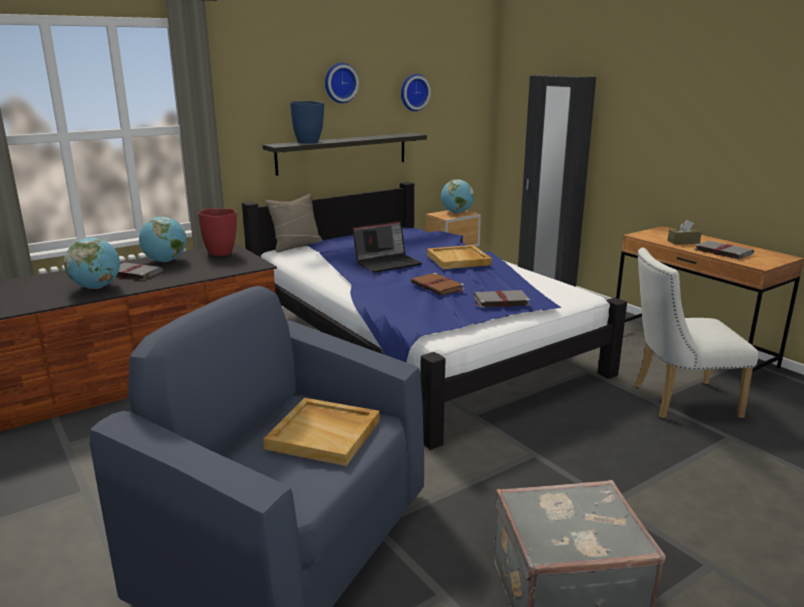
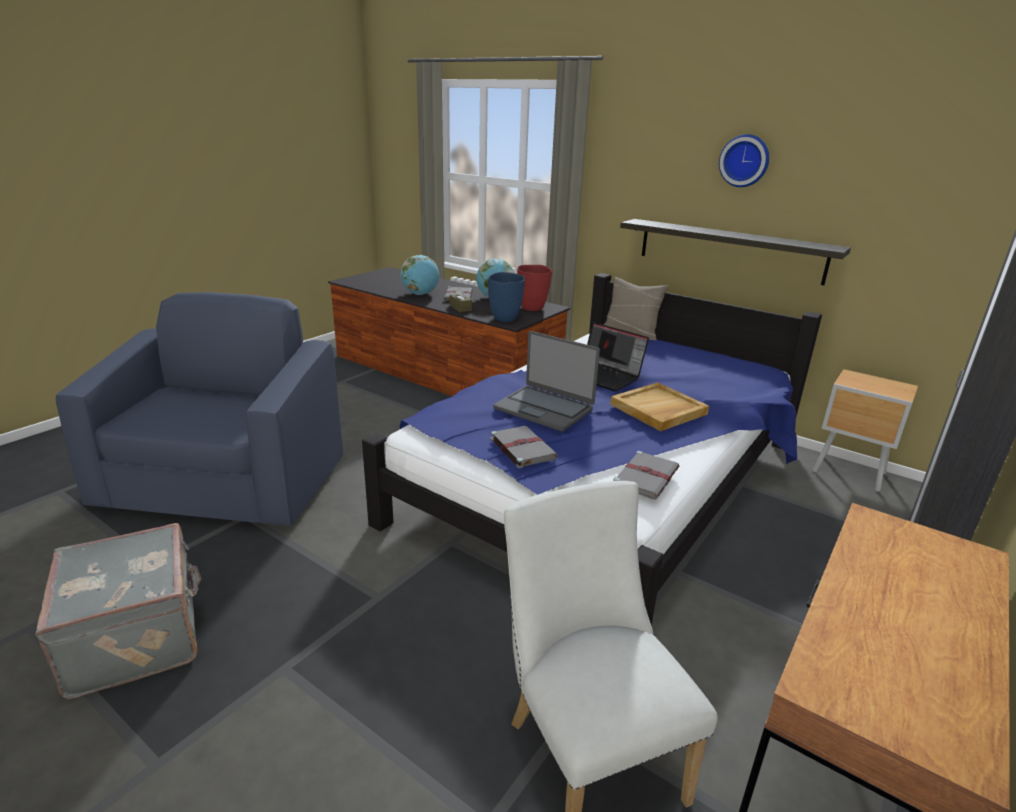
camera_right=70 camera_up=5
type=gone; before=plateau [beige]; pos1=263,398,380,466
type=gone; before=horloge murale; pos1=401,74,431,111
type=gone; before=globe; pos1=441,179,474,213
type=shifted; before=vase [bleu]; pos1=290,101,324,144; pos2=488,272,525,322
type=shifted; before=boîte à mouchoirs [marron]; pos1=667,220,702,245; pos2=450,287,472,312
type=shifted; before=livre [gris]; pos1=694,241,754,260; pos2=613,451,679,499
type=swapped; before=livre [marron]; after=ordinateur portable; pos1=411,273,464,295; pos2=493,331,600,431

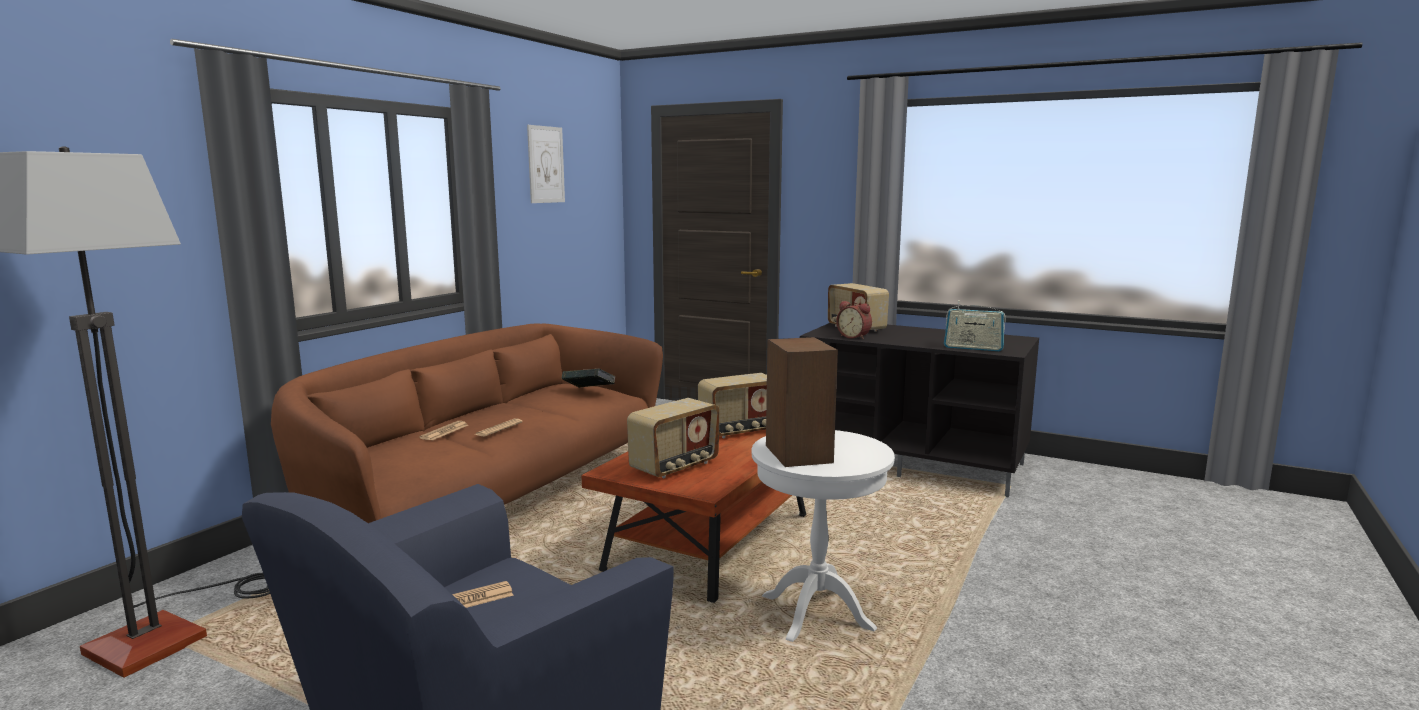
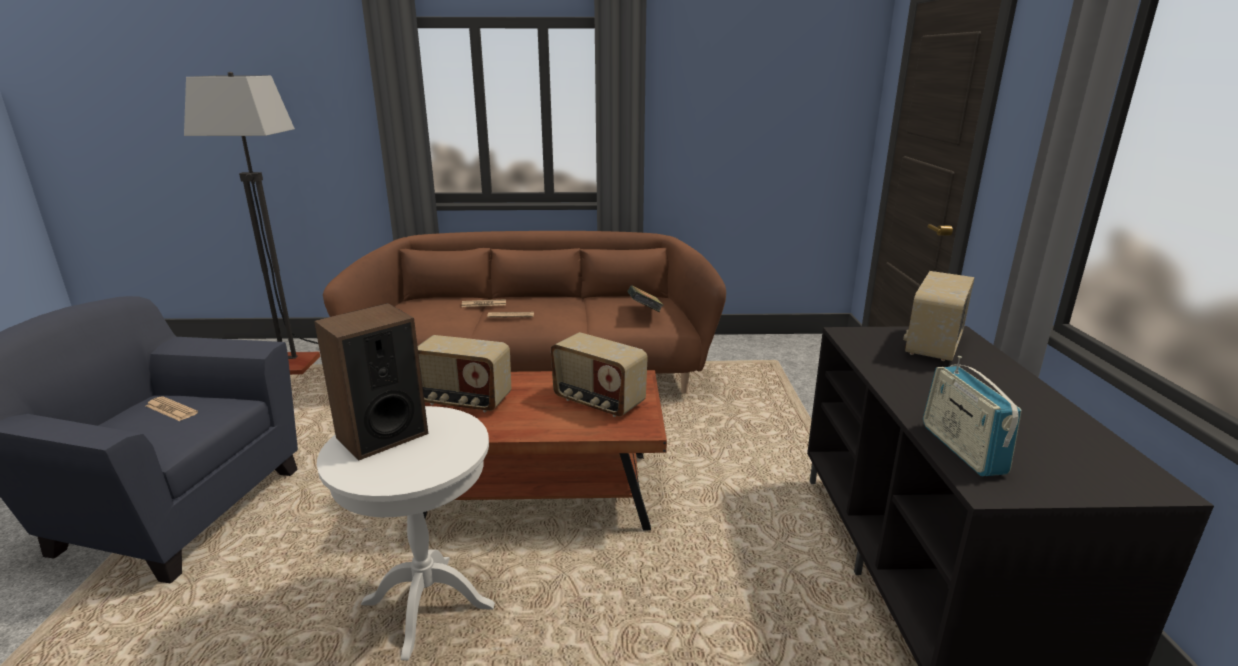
camera_right=60 camera_up=10
type=gone; before=tableau; pos1=527,125,565,203
type=gone; before=réveil; pos1=836,301,872,340

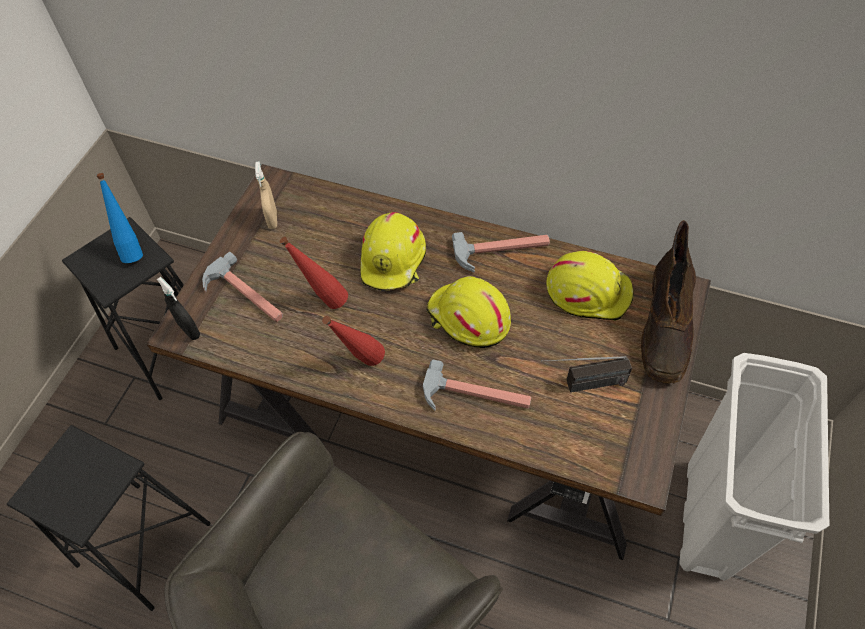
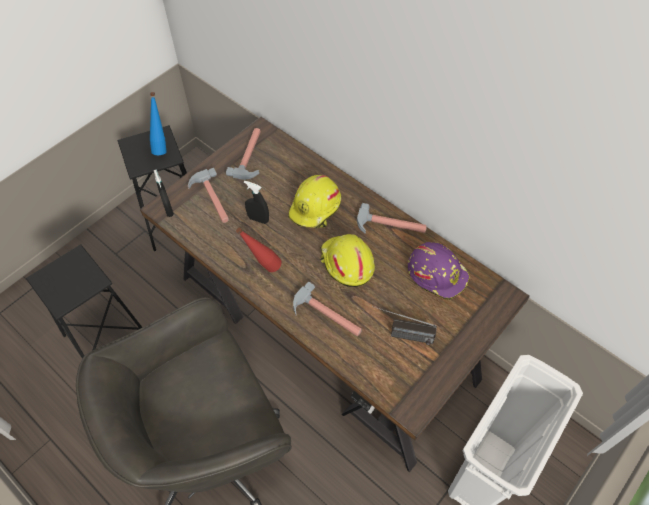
camera_right=20 camera_up=0
type=gone; before=botte [marron]; pos1=641,220,696,384
type=swapped; before=vaporisateur [beige]; after=marteau; pos1=255,161,277,229; pos2=226,128,261,180
type=swapped; before=bouteille [rouge]; after=vaporisateur [noir]; pos1=280,237,348,309; pos2=244,181,269,224
type=repainted; before=casque de chantier [jaune]; after=casque de chantier [violet]; pos1=546,251,634,321; pos2=408,242,470,300

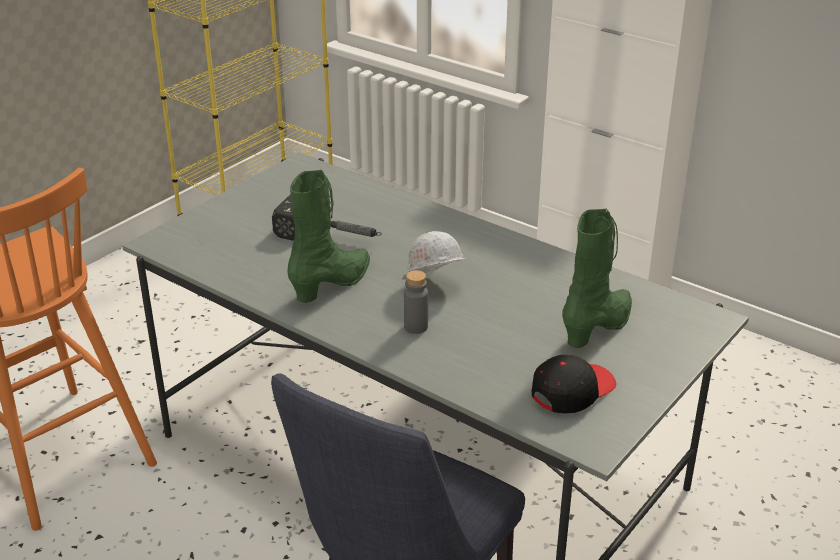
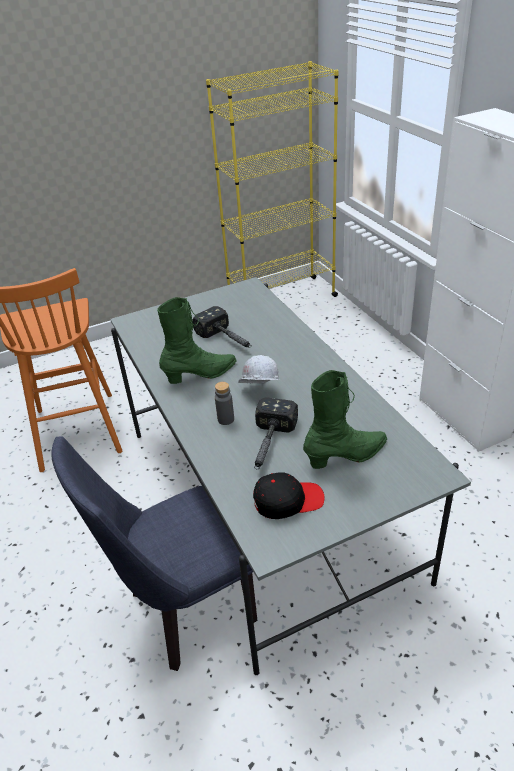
camera_right=30 camera_up=5
type=new; after=marteau; pos2=254,397,298,469

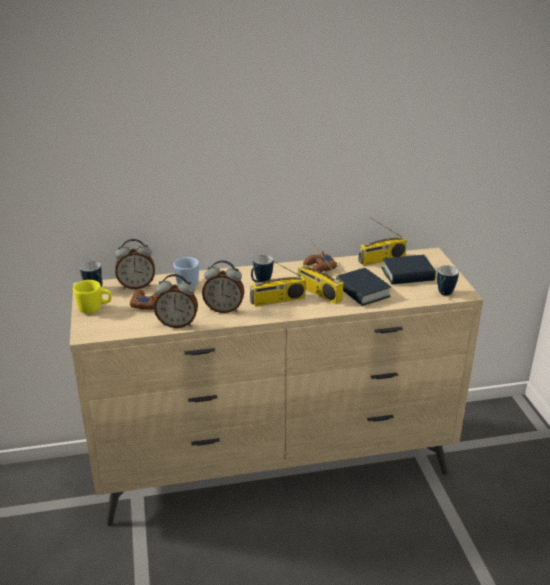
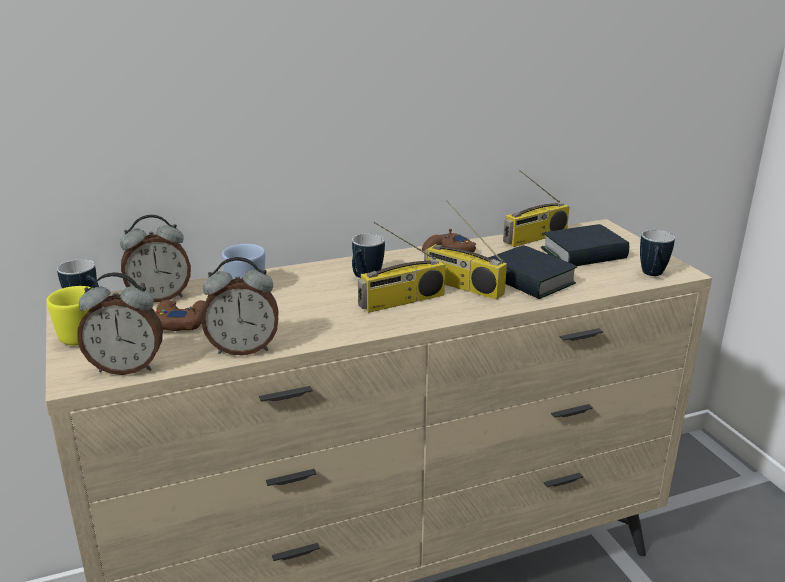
camera_right=-10 camera_up=-5
type=shifted; before=réveil; pos1=202,260,245,313; pos2=77,272,163,375

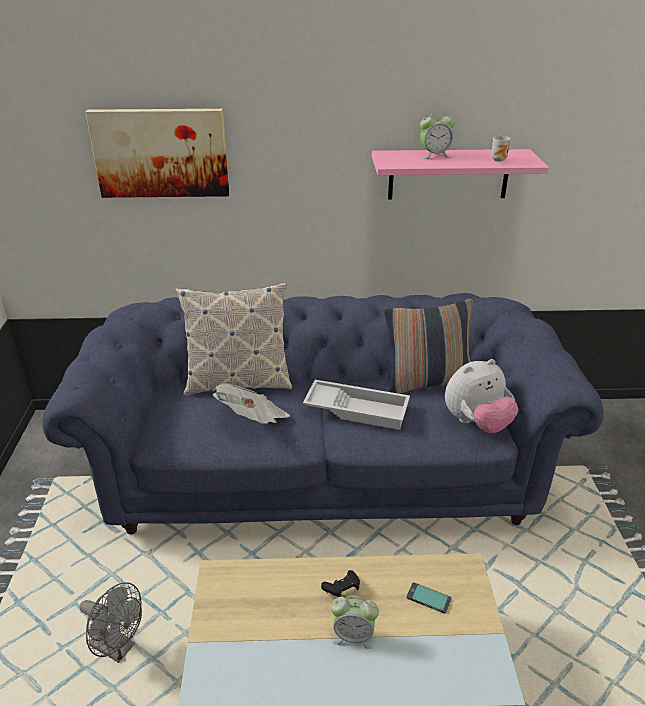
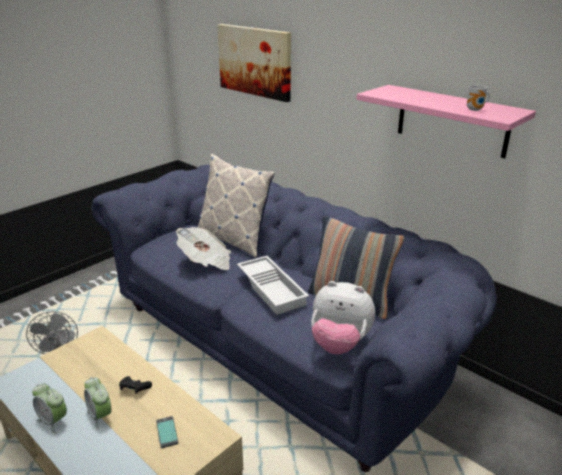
camera_right=45 camera_up=-5
type=shifted; before=réveil; pos1=420,110,455,159; pos2=32,383,67,434

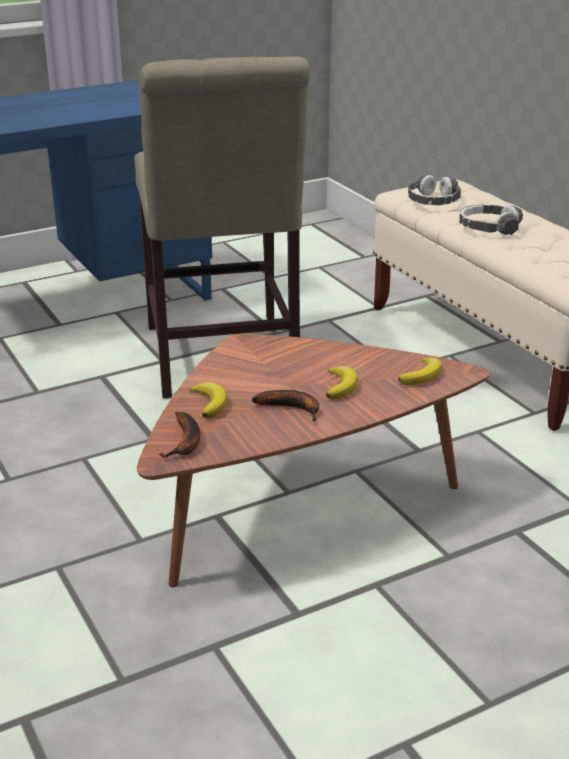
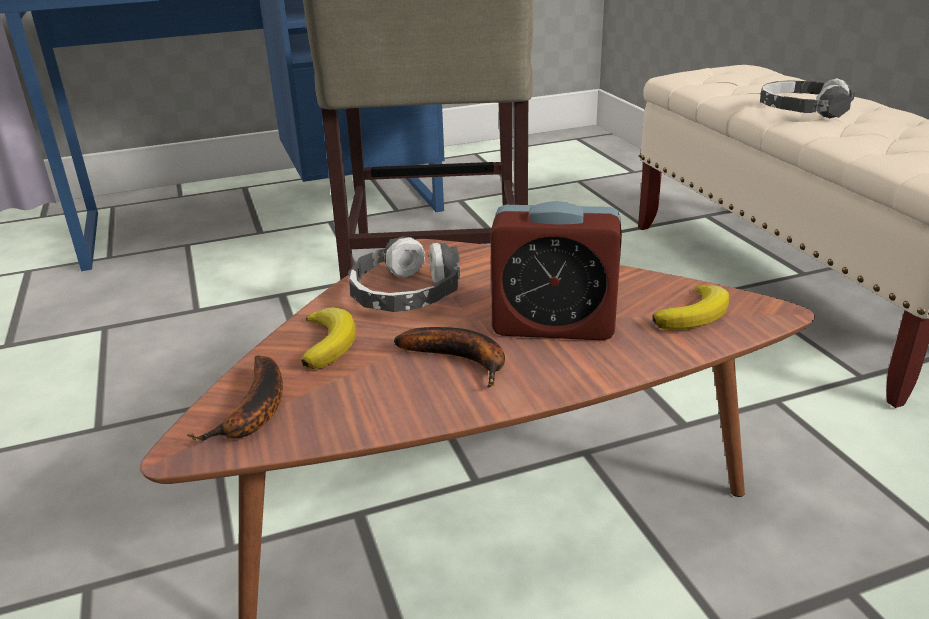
camera_right=10 camera_up=0
type=shifted; before=casque audio; pos1=408,175,461,205; pos2=348,237,460,312
type=swapped; before=banane; after=réveil; pos1=326,366,358,400; pos2=490,201,622,340

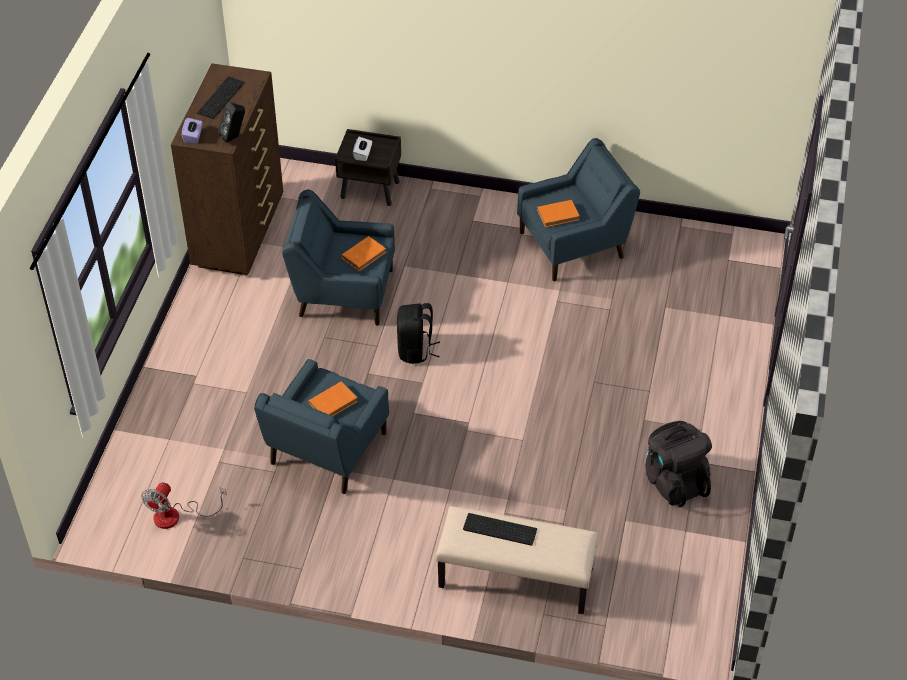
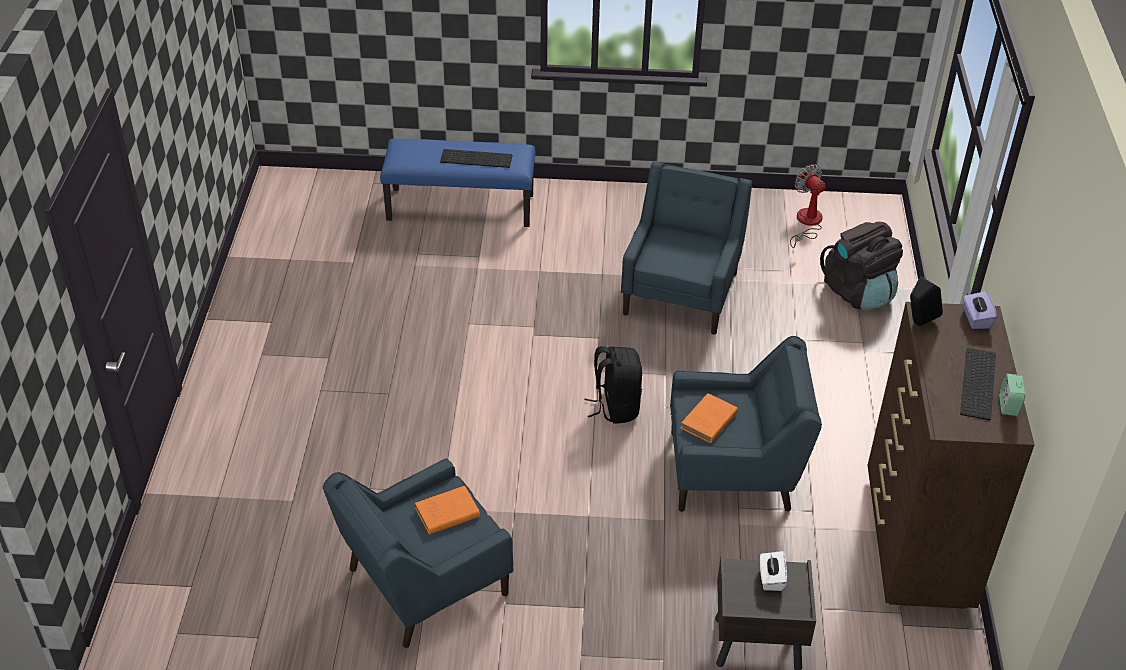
camera_right=170 camera_up=-5
type=gone; before=livre [orange]; pos1=309,381,358,416
type=new; after=réveil; pos2=999,374,1025,416
type=shifted; before=sac à dos [noir]; pos1=645,421,712,507; pos2=820,222,903,309
type=repainted; before=banc [beige]; after=banc [bleu]; pos1=436,506,598,614; pos2=380,139,535,227
type=rotated; before=ventilateur; pos1=141,482,226,529; pos2=790,164,826,248; turn=-45

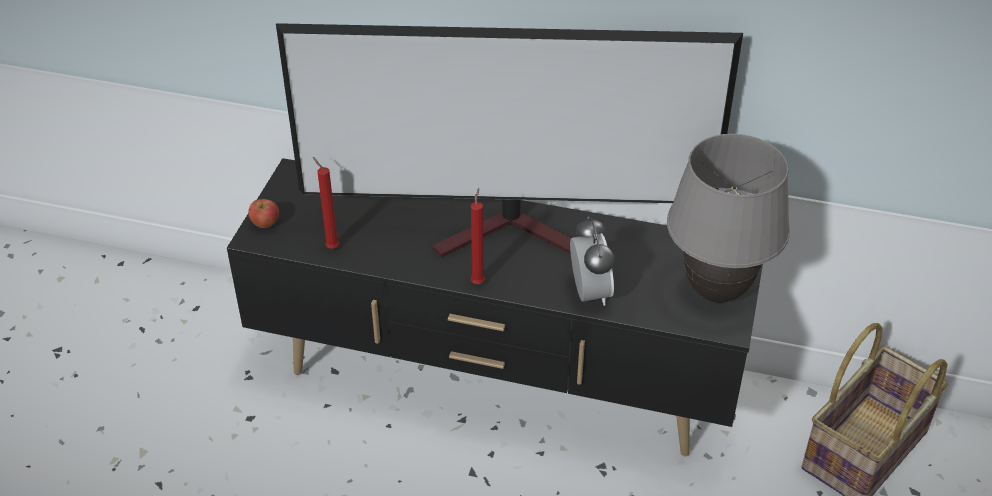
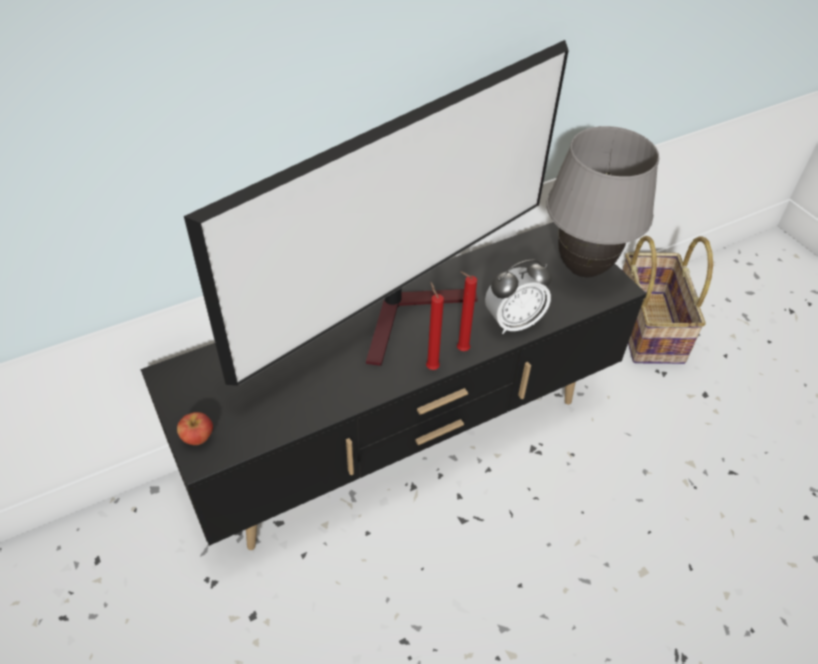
camera_right=-45 camera_up=5
type=shifted; before=bougie [rouge]; pos1=313,157,339,249; pos2=457,271,477,351
type=rotated; before=réveil; pos1=570,216,614,306; pos2=485,259,552,334; turn=120

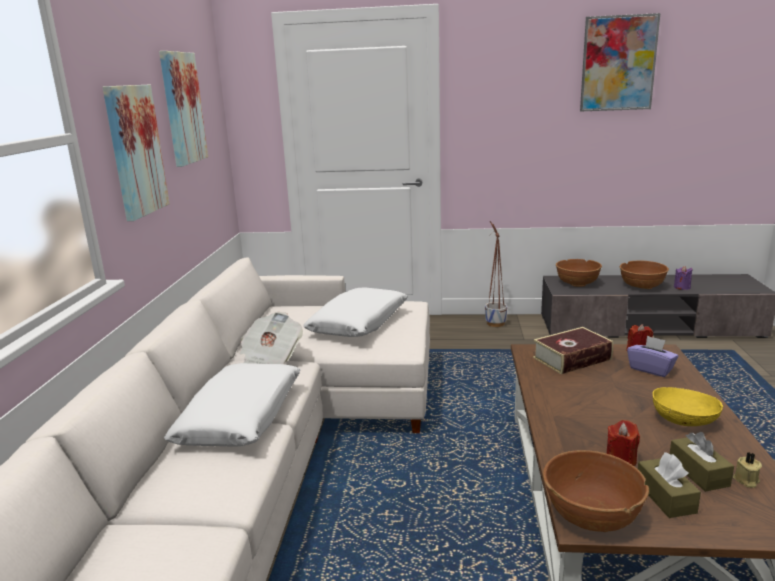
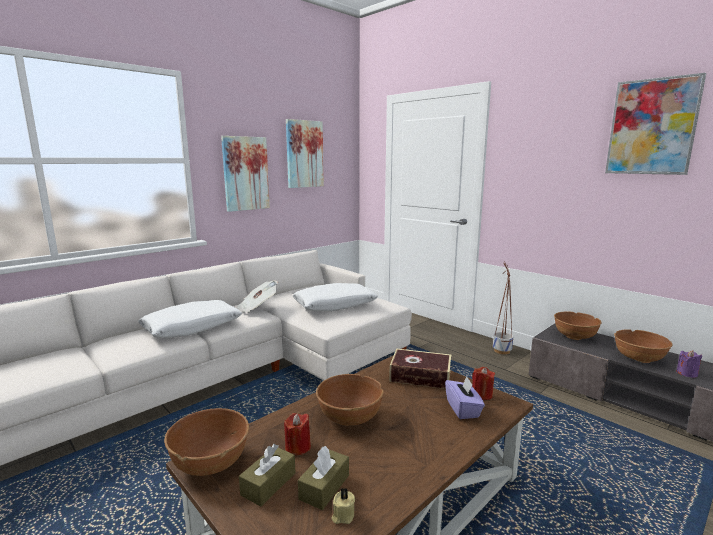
camera_right=40 camera_up=-5
type=gone; before=bol [jaune]; pos1=652,387,723,426
type=new; after=bol [marron]; pos2=316,374,384,426

